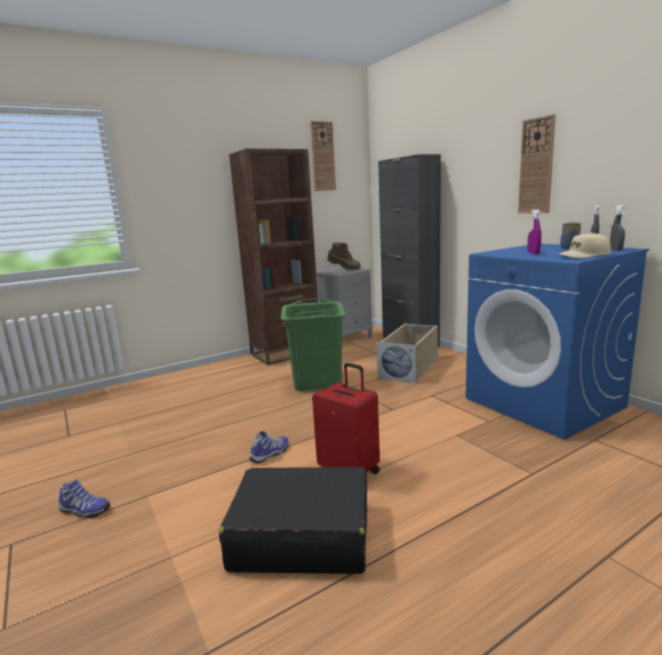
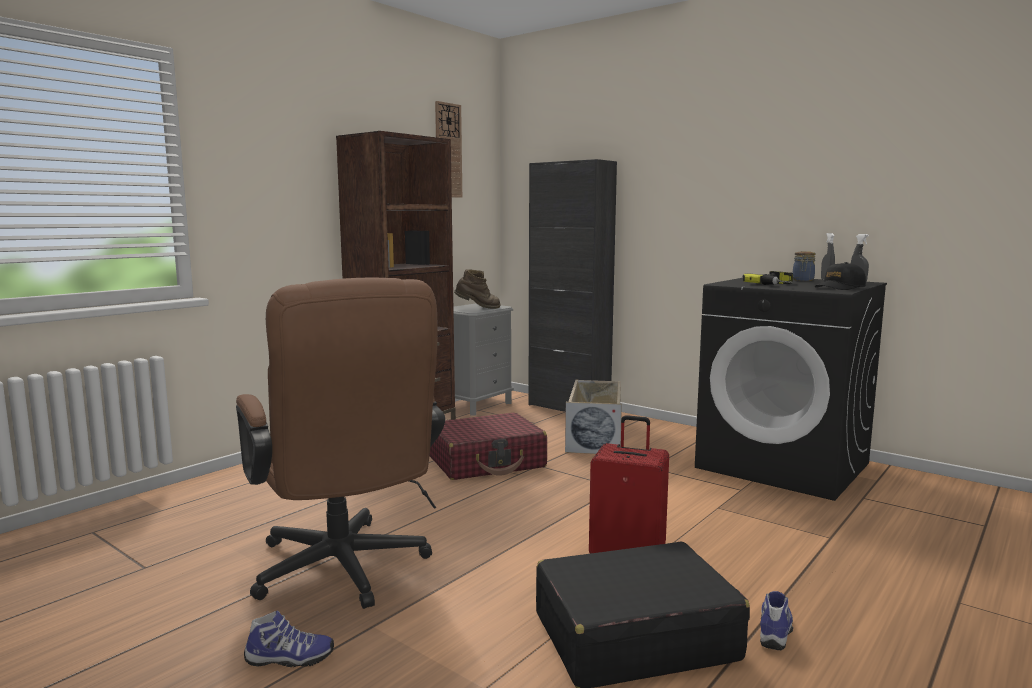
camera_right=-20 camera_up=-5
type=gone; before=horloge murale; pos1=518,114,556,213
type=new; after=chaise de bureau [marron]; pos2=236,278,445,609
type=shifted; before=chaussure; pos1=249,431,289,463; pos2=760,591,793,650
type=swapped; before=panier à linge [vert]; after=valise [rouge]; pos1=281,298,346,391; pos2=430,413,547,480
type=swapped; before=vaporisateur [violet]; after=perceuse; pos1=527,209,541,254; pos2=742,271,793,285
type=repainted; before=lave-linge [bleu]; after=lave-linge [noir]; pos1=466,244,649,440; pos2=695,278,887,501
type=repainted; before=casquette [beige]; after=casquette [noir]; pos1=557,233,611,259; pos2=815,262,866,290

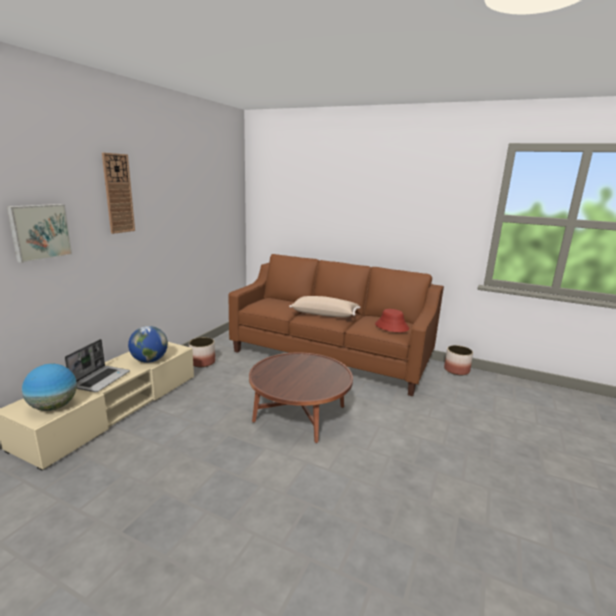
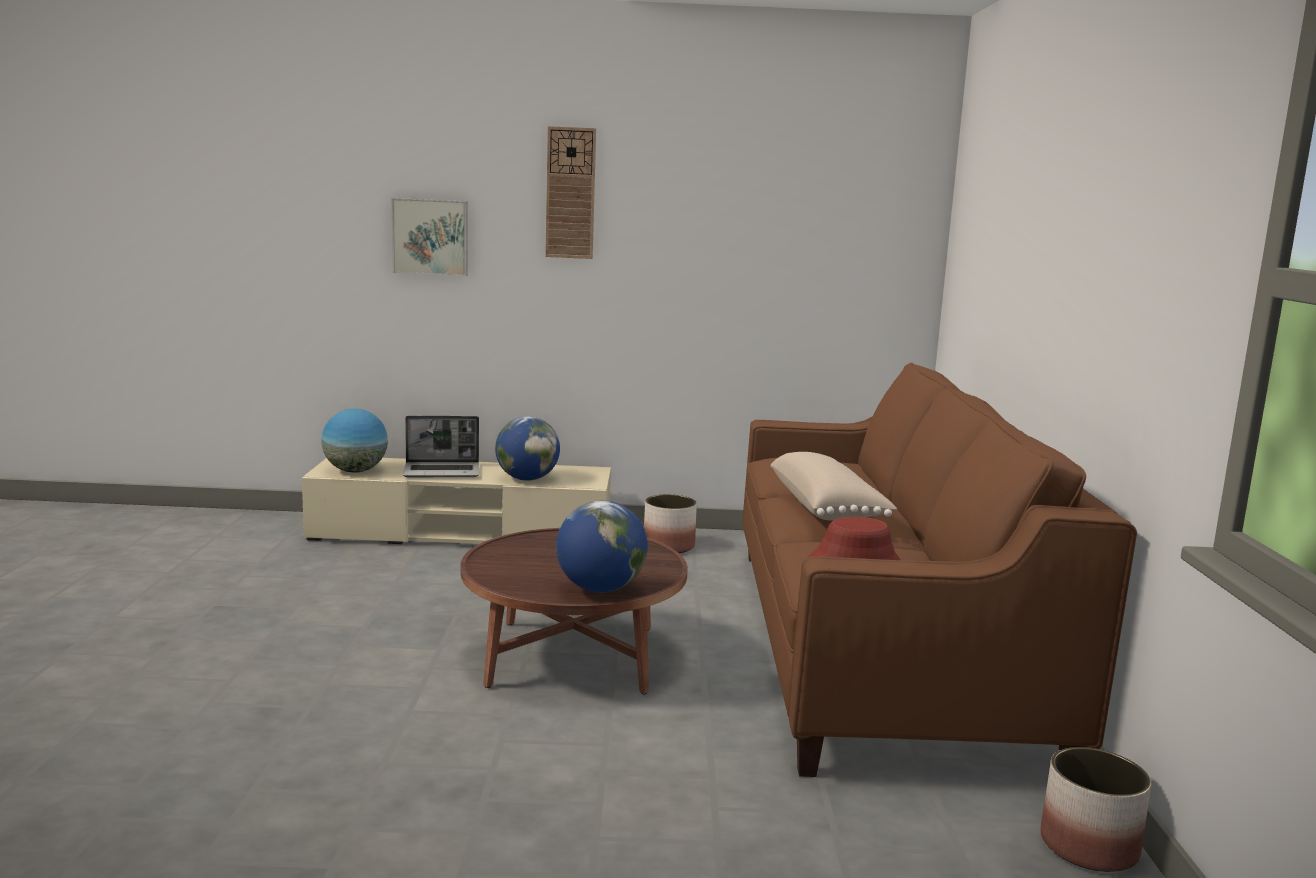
camera_right=65 camera_up=-5
type=new; after=globe; pos2=556,501,648,592

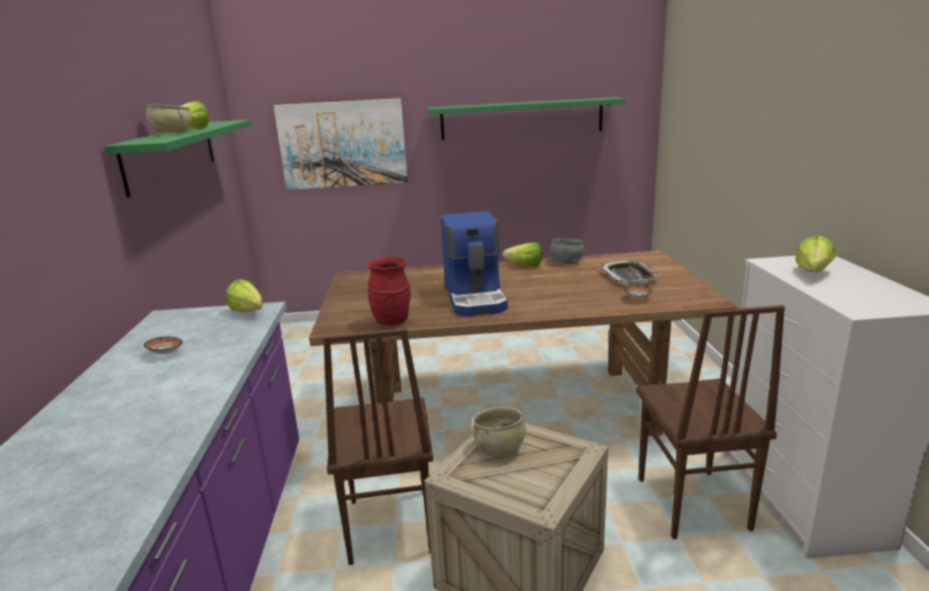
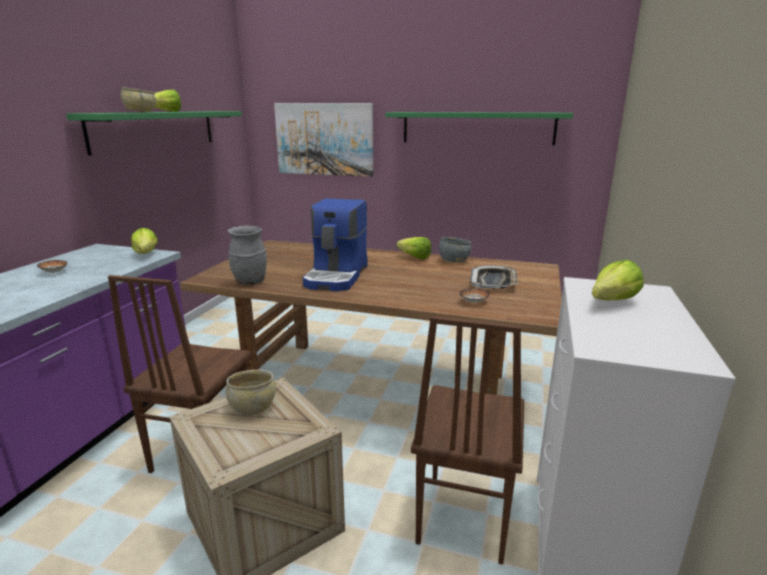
camera_right=20 camera_up=0
type=repainted; before=vase [rouge]; after=vase [gris]; pos1=367,257,411,325; pos2=228,226,267,285

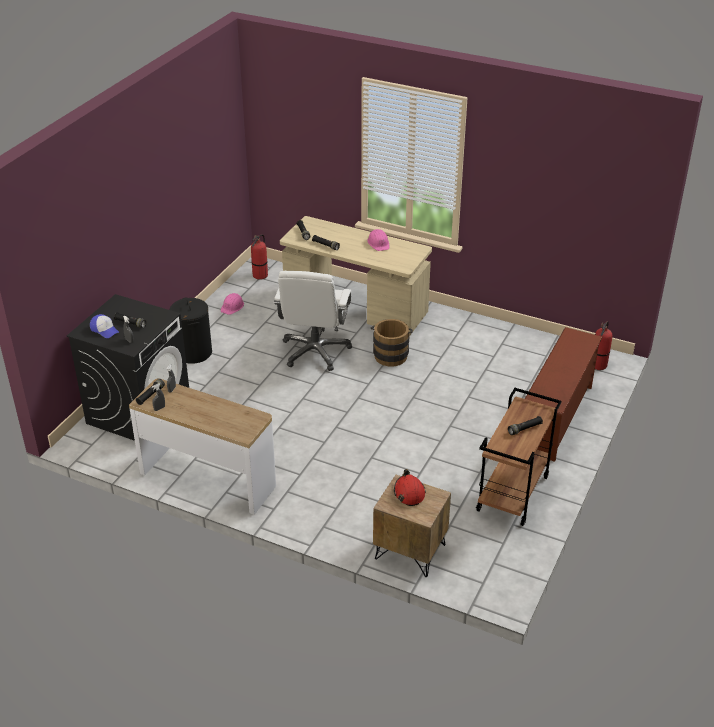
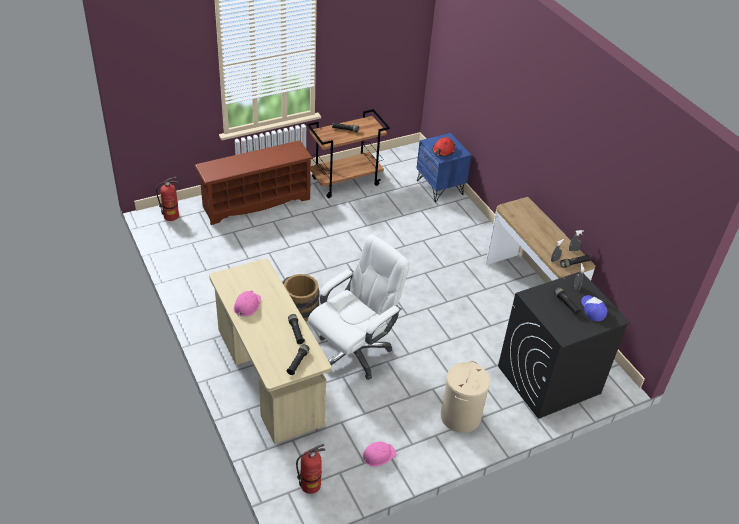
camera_right=-145 camera_up=5
type=repainted; before=panier à linge [noir]; after=panier à linge [beige]; pos1=169,298,212,364; pos2=440,361,490,433
type=repainted; before=table de chevet [marron]; after=table de chevet [bleu]; pos1=373,475,451,577; pos2=416,133,472,202

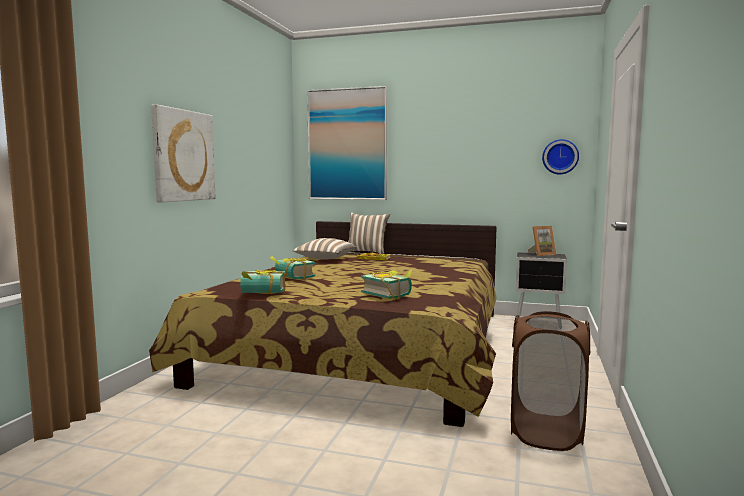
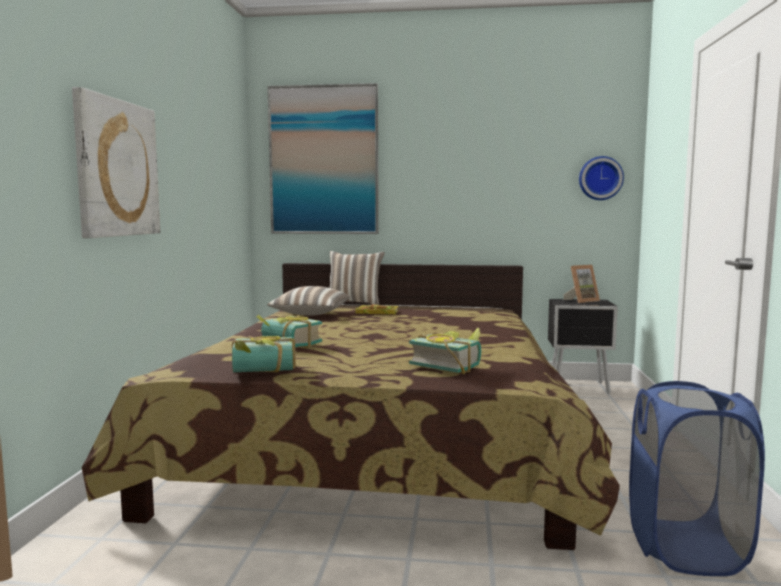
camera_right=-10 camera_up=0
type=repainted; before=panier à linge [marron]; after=panier à linge [bleu]; pos1=511,311,590,451; pos2=629,381,765,576

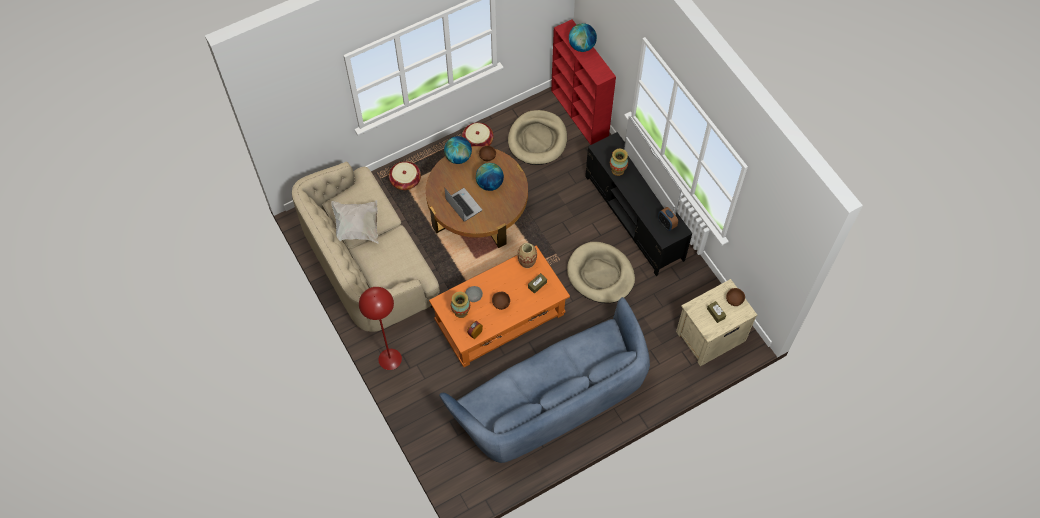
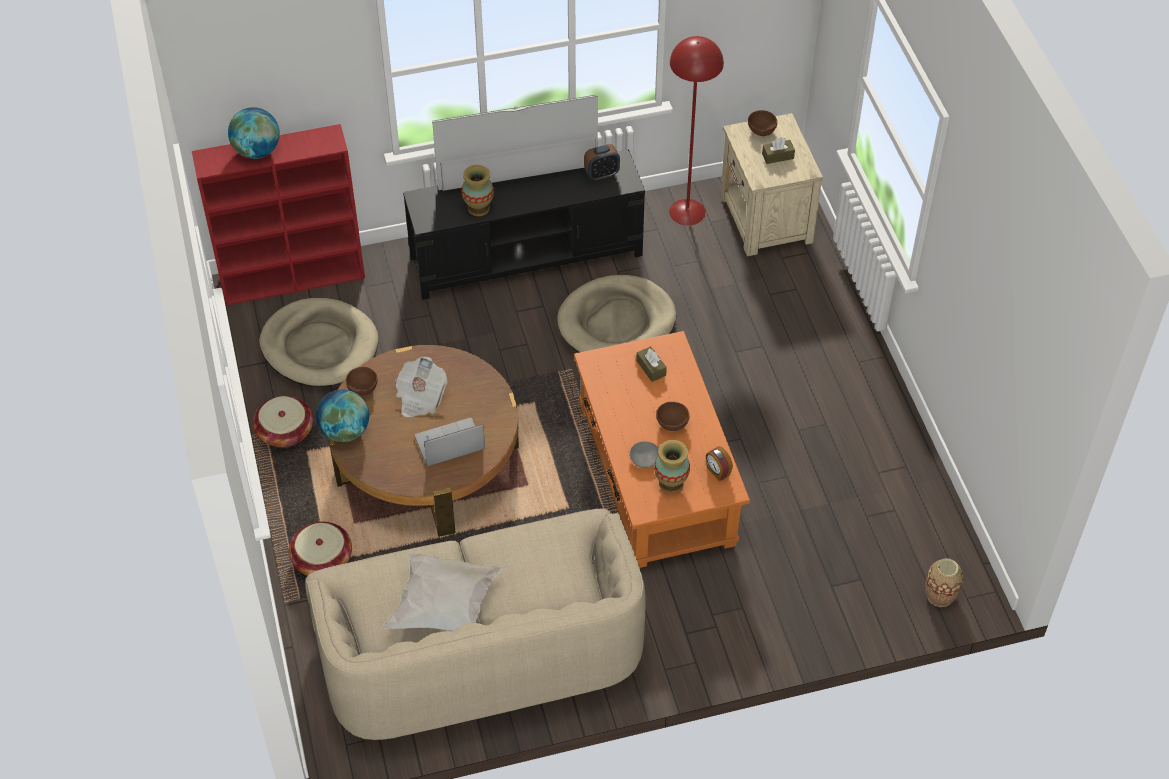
camera_right=-75 camera_up=-10
type=gone; before=canapé [bleu]; pos1=439,297,650,463
type=shifted; before=lampadaire [rouge]; pos1=359,287,402,370; pos2=669,36,724,225
type=shifted; before=vase; pos1=518,243,537,268; pos2=925,558,963,607
type=swapped; before=globe; after=journal; pos1=476,163,504,191; pos2=395,357,447,417

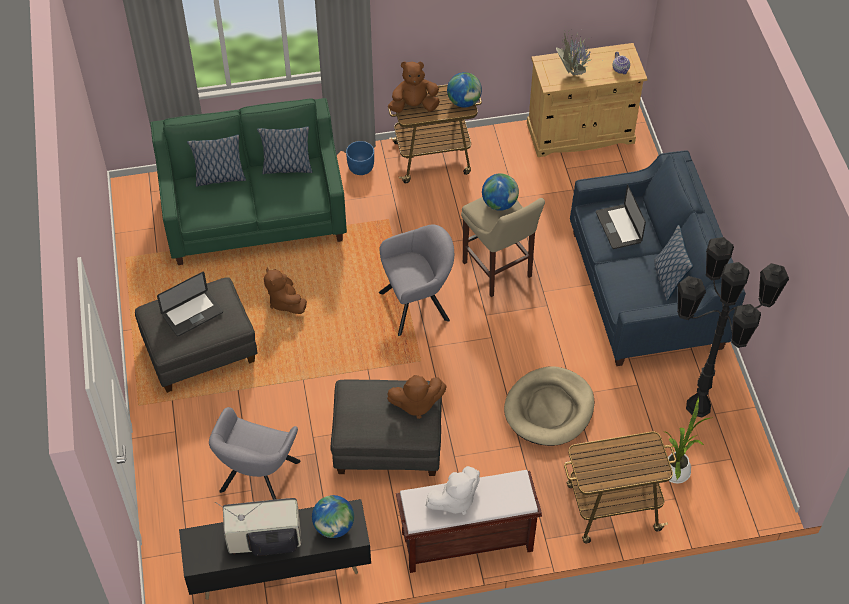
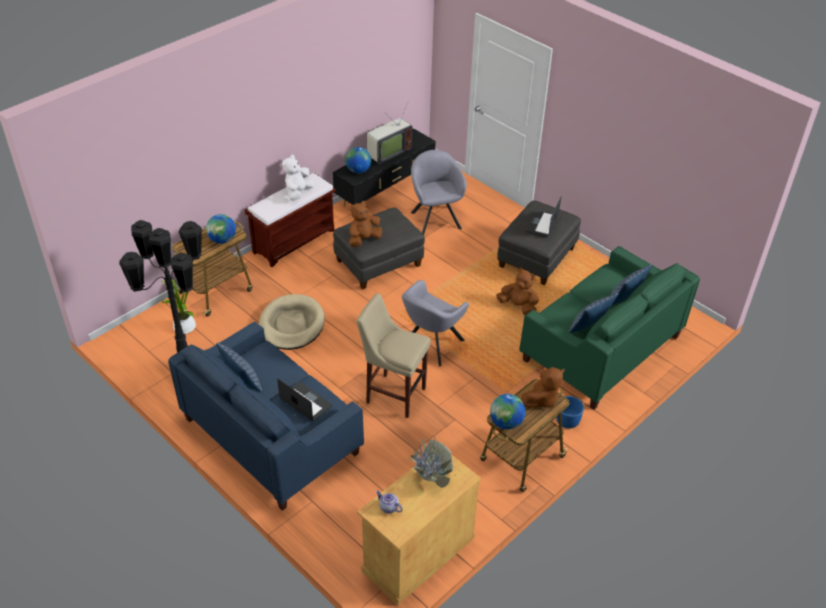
camera_right=145 camera_up=-10
type=shifted; before=globe; pos1=482,173,519,211; pos2=206,214,236,244

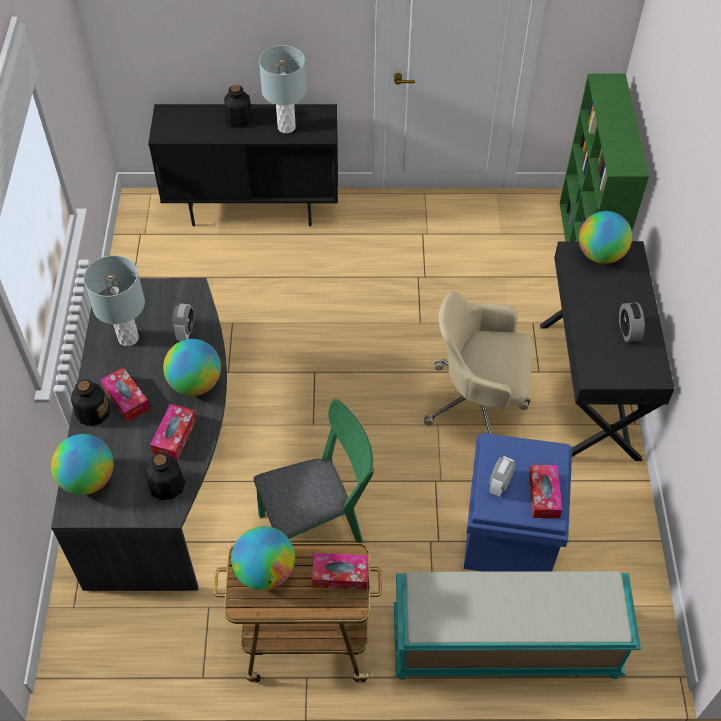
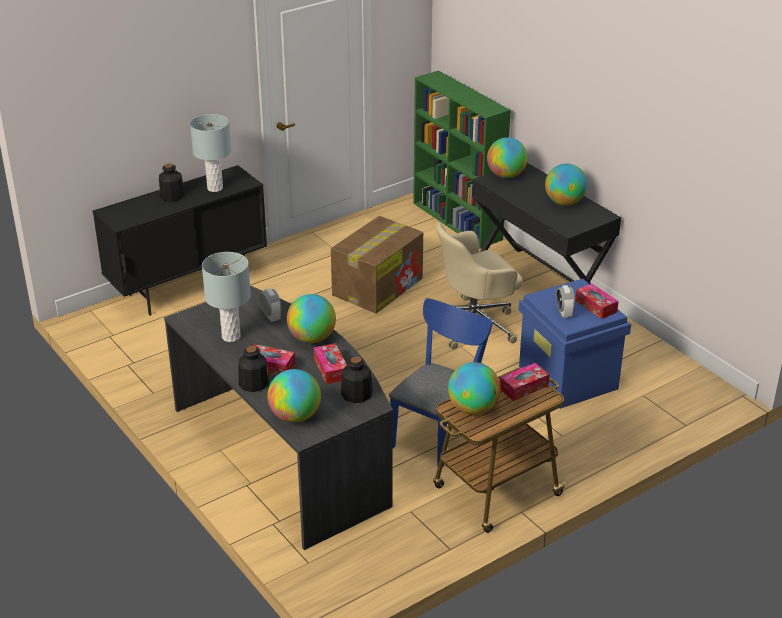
camera_right=-35 camera_up=-20
type=gone; before=banc [turquoise]; pos1=394,571,641,679
type=new; after=carton; pos2=331,216,423,313
type=swapped; before=réveil; after=globe; pos1=619,302,645,342; pos2=545,163,587,206
type=repainted; before=chaise [vert]; after=chaise [bleu]; pos1=254,399,374,543; pos2=389,298,493,468

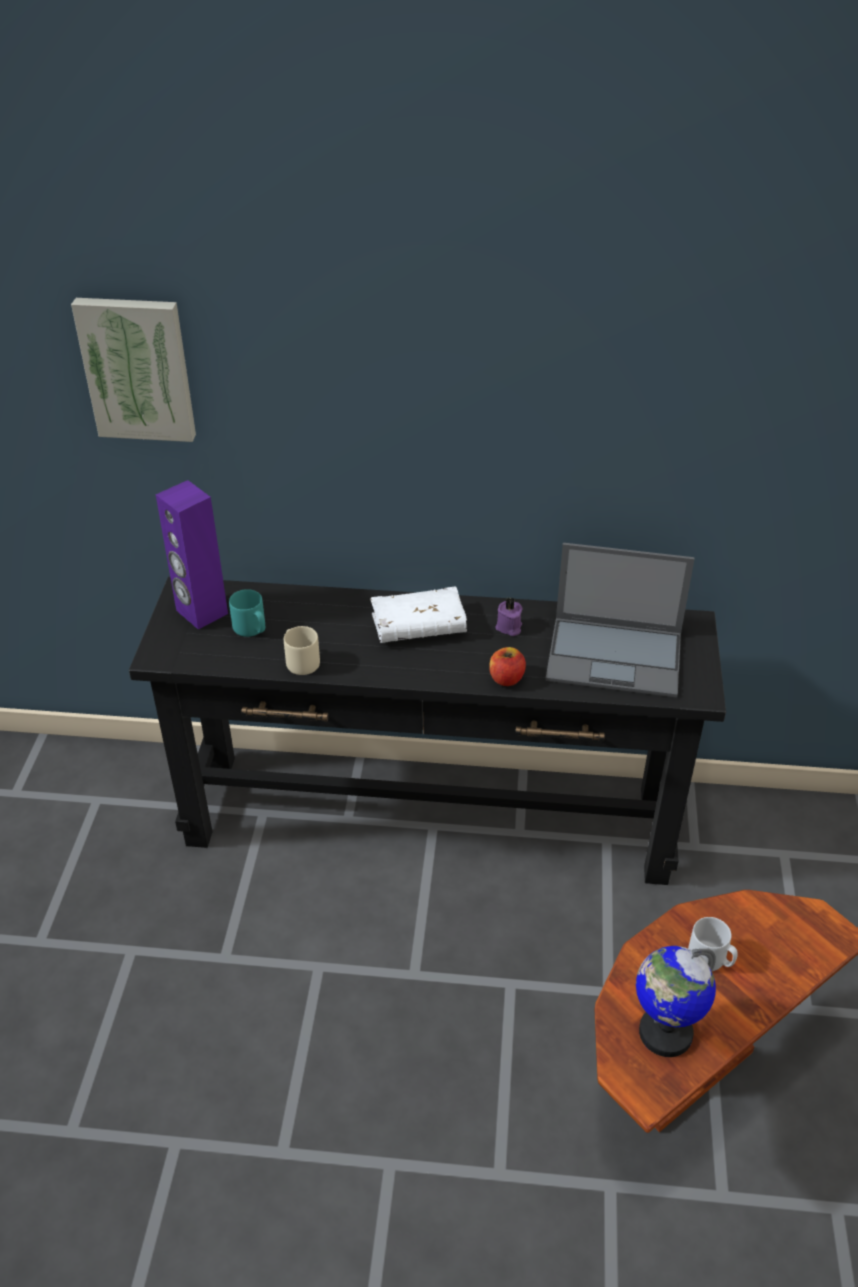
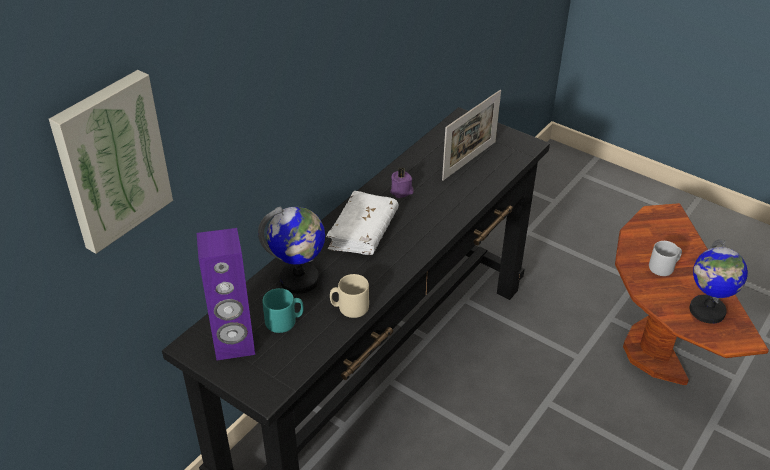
camera_right=-60 camera_up=0
type=gone; before=pomme; pos1=489,647,526,686
type=new; after=globe; pos2=258,206,325,294
type=swapped; before=ordinateur portable; after=cadre photo; pos1=545,543,695,698; pos2=442,90,501,181

